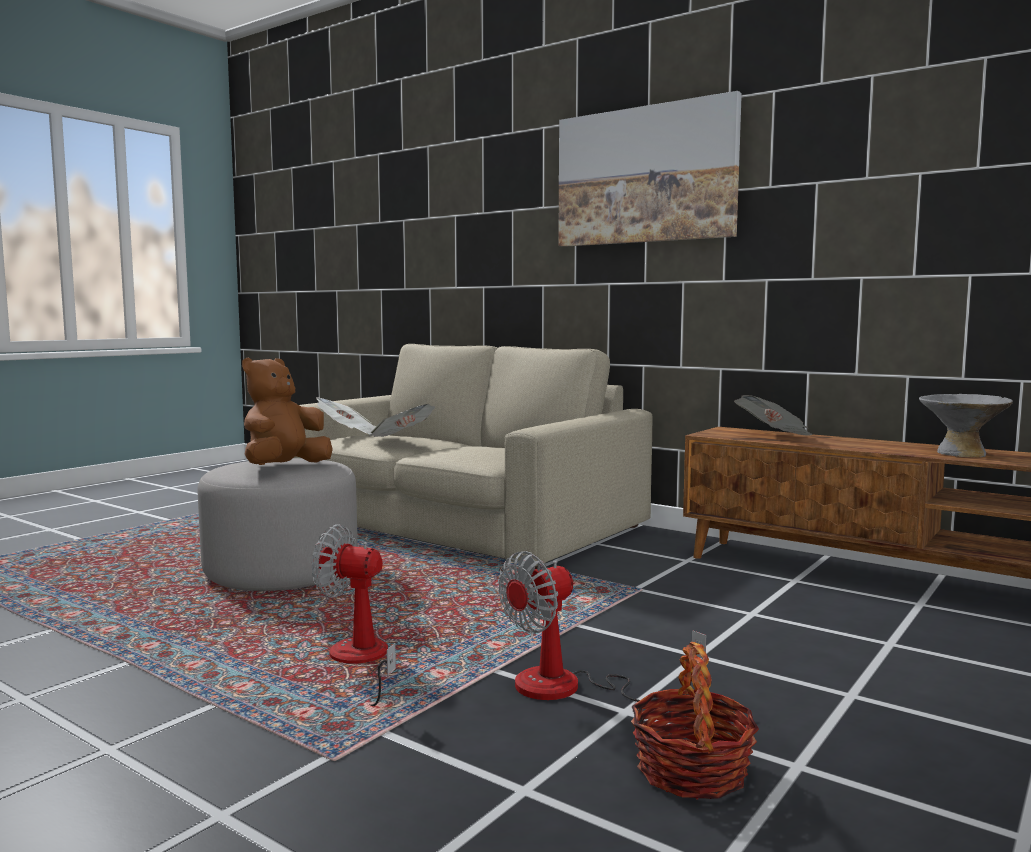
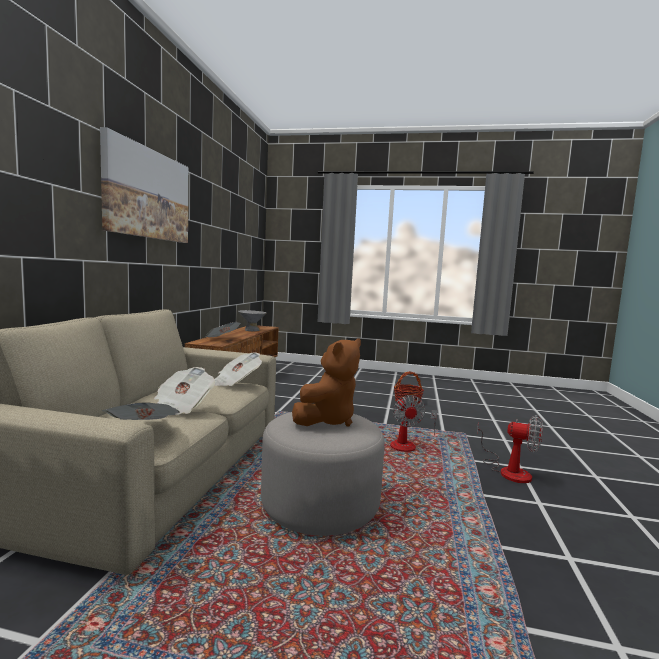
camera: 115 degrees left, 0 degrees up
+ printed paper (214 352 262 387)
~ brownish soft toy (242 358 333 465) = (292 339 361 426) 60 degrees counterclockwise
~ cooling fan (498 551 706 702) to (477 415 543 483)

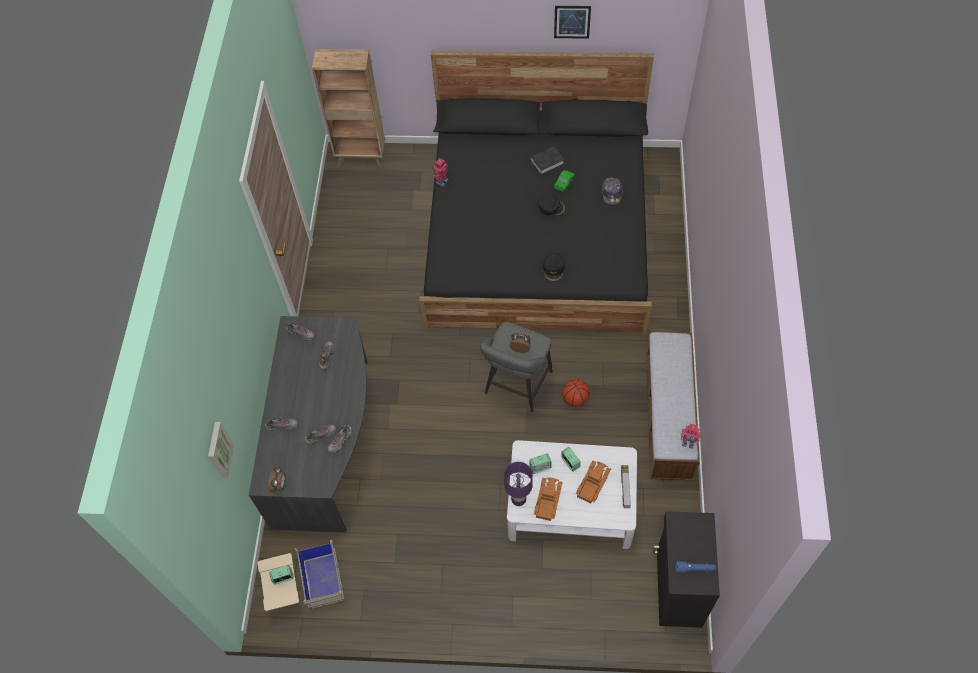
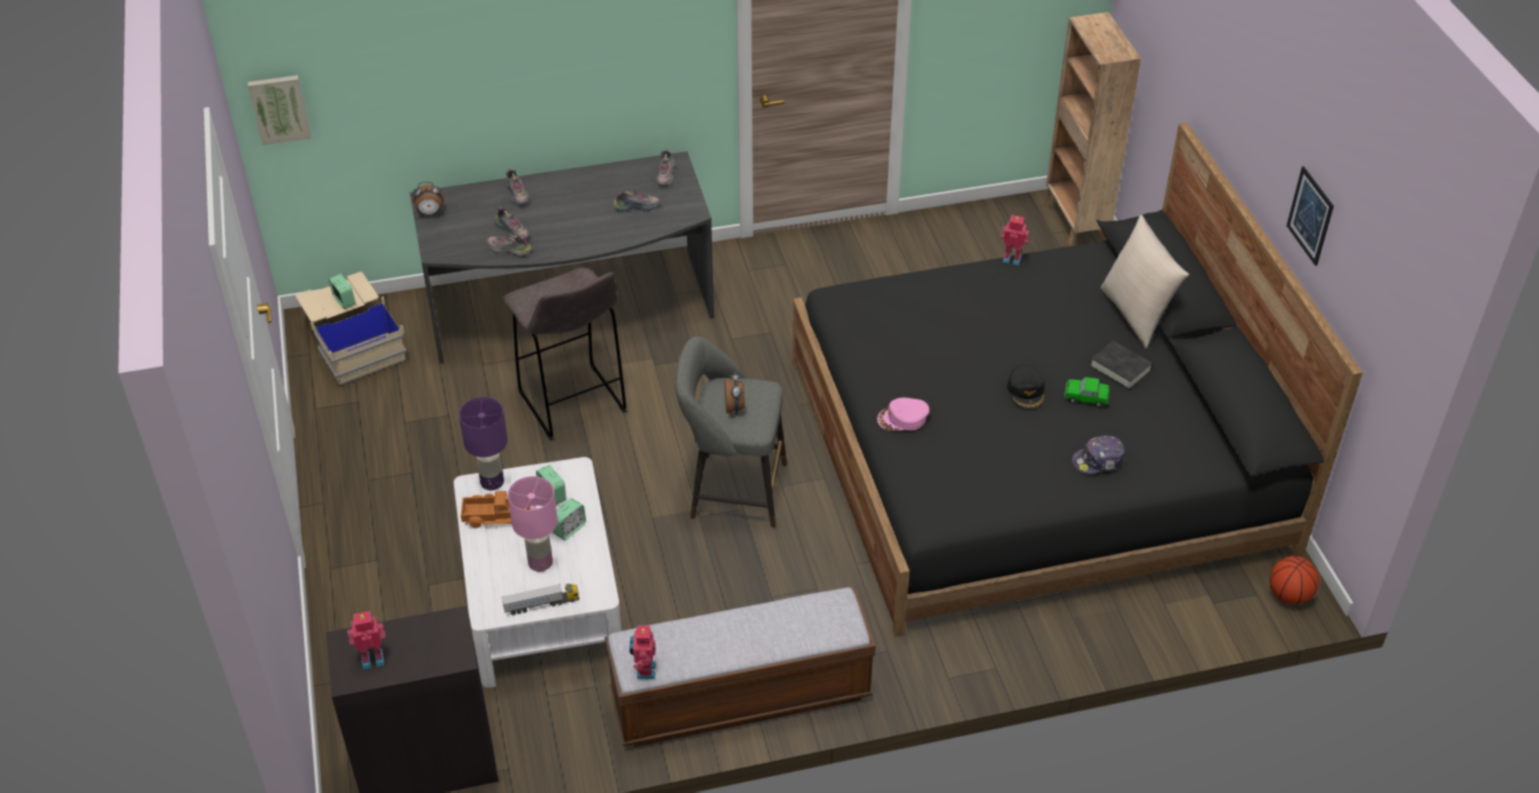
camera: 70 degrees right, 15 degrees down
~ wall art (208 422 234 478) to (248 75 311 145)
~ bluish flashlight (675 561 716 573) to toy robot (347 611 385 669)
+ grey sitting stool (502 268 627 440)
~ toy truck (576 461 611 504) to pink lamp for a table (508 476 558 572)
~ blackish baseball cap (543 253 565 282) to pink baseball cap (877 398 929 431)
+ beige-coloured throw pillow (1101 215 1189 349)
~ basketball (562 379 589 406) to (1270 556 1319 604)

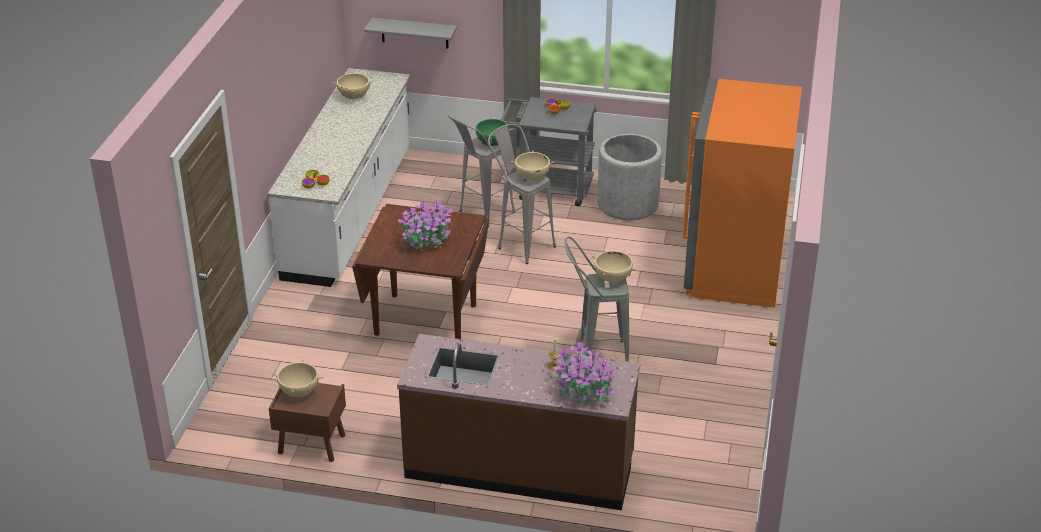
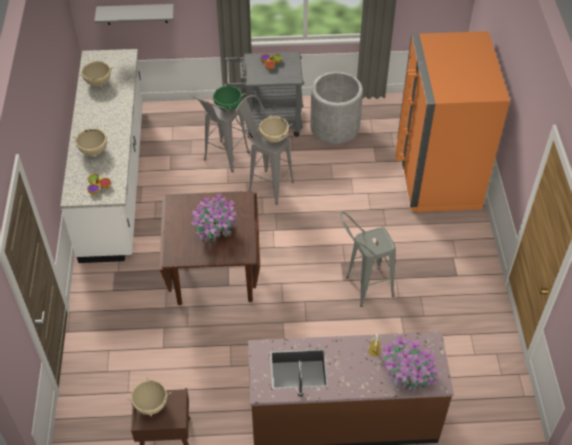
camera: 15 degrees left, 15 degrees up
~ beige-coloured saucepot (592 250 636 283) to (73 126 109 156)

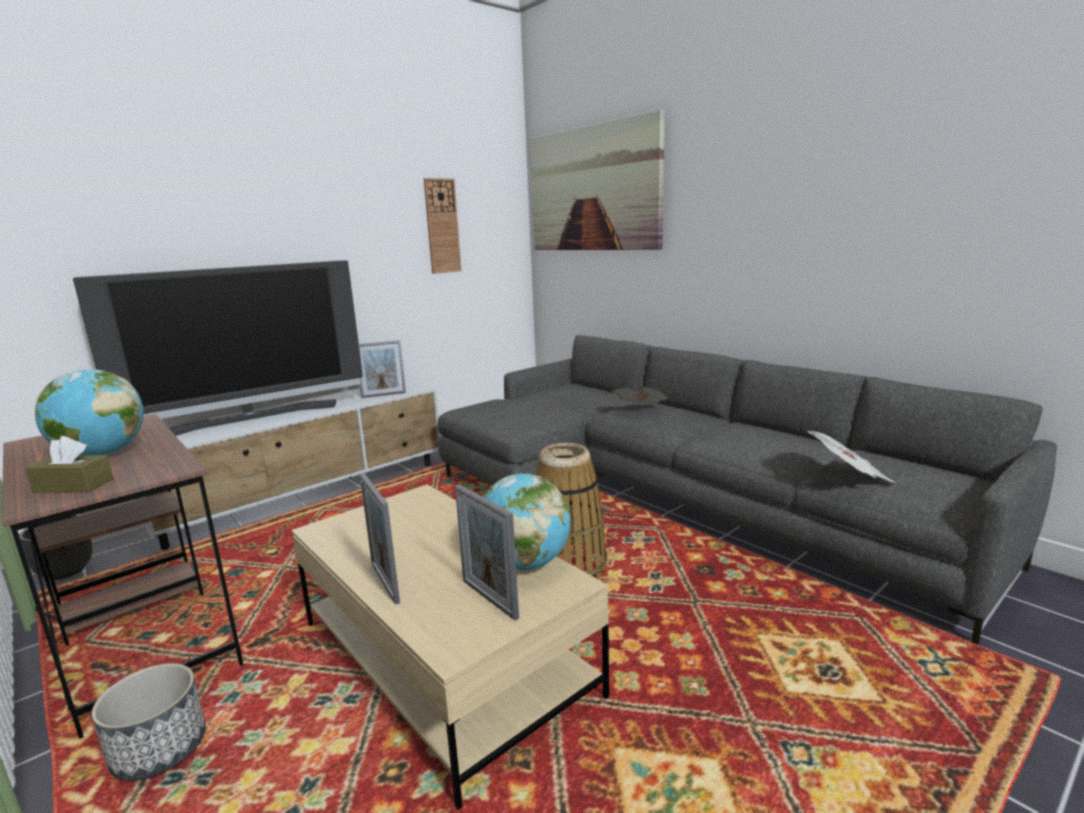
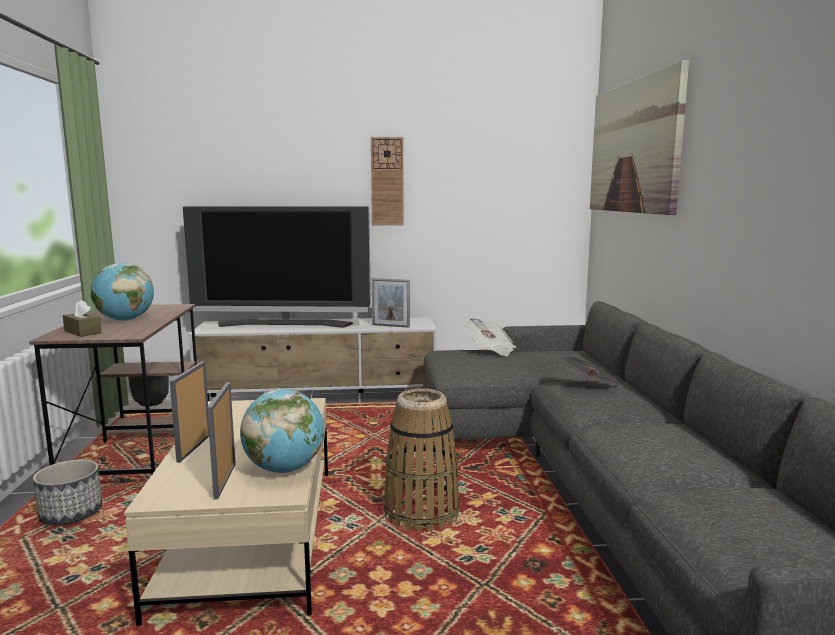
camera: 35 degrees right, 5 degrees down
~ hanging clock (424 178 462 274) to (371 137 404 226)
~ printed paper (807 431 896 483) to (465 318 516 356)

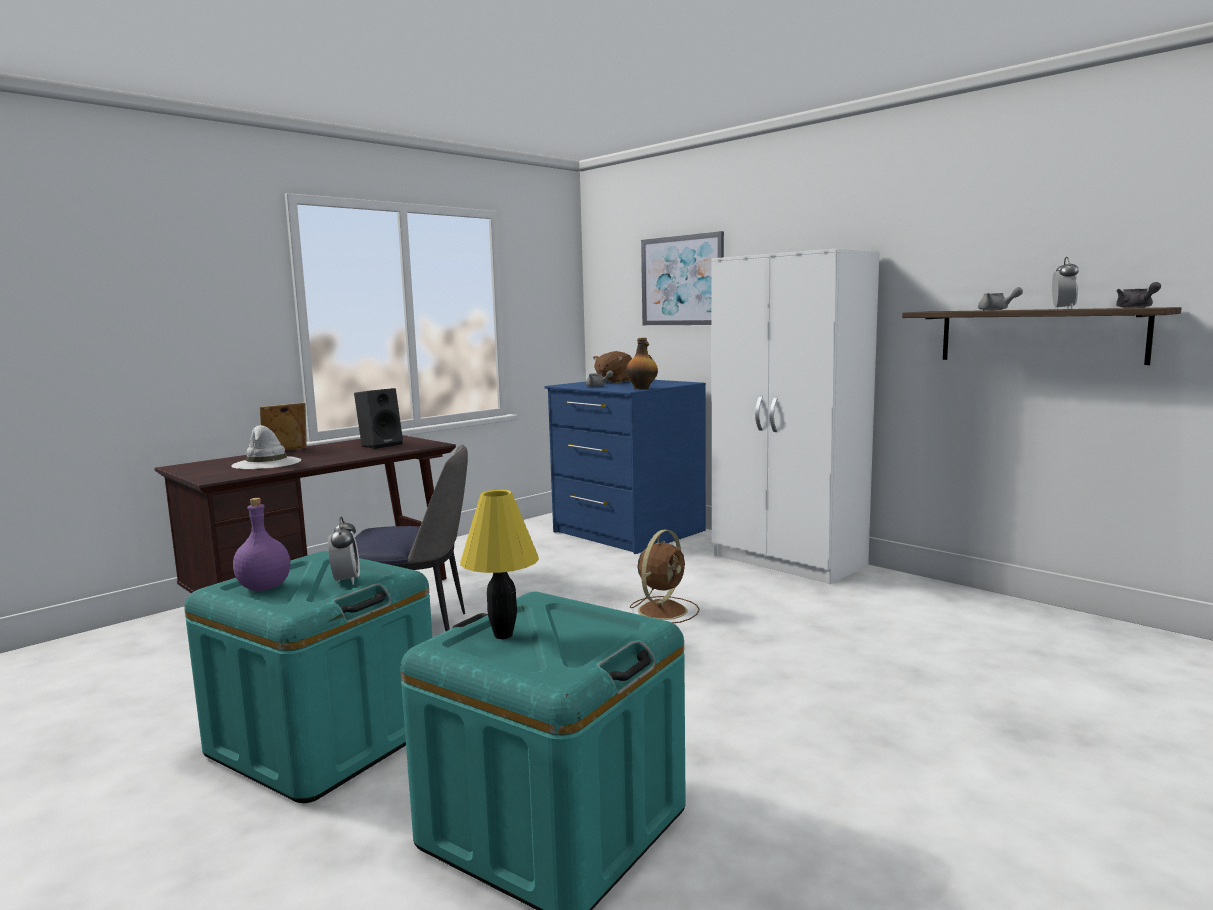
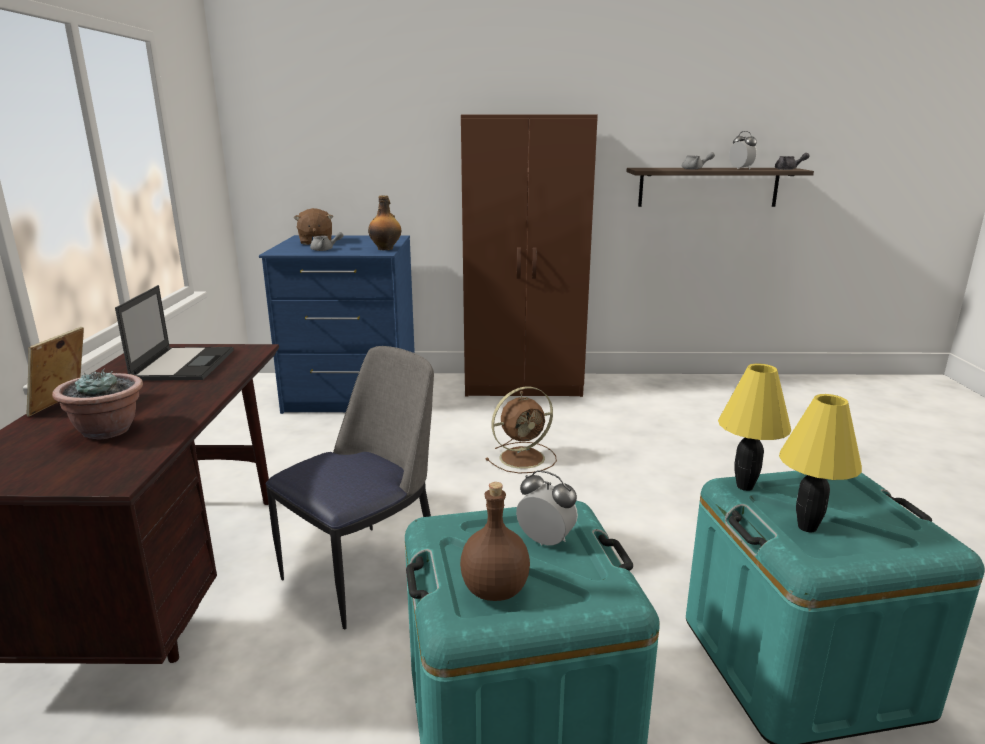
camera: 45 degrees left, 10 degrees up
~ whitish wearable hat (231 425 302 469) to plant in a pot (52 370 143 439)
~ blackish loudspeaker (354 388 403 449) to portable computer (115 285 233 381)
~ purplish drink bottle (233 498 291 591) to brownish drink bottle (460 482 530 601)
~ whitish armoire (711 249 879 584) to brownish armoire (461 115 598 397)
~ brownish cooling fan (630 530 700 623) = (485 387 557 473) 75 degrees clockwise
+ yellow-coloured lamp for a table (718 364 791 491)
- wall art (641 231 724 325)

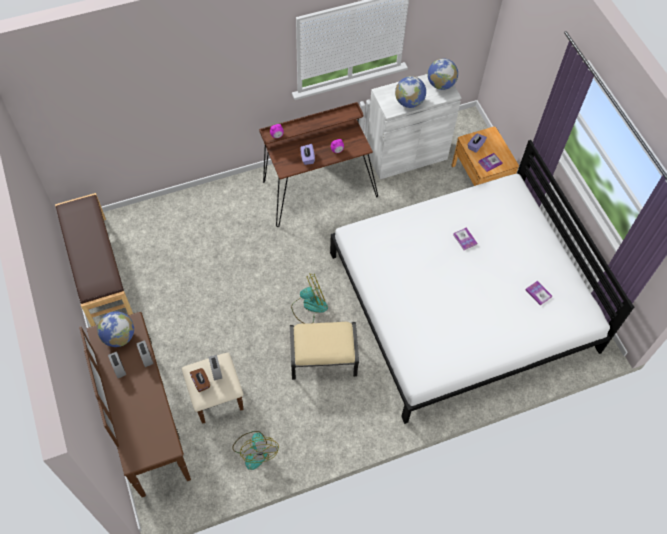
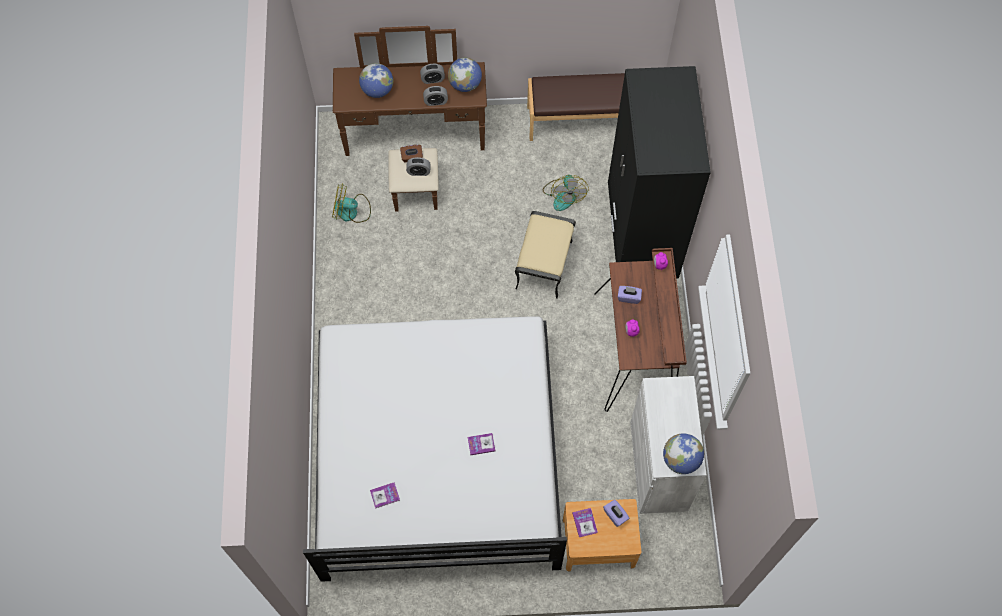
camera: 110 degrees right, 5 degrees up
~ world globe (395 76 426 108) to (359 63 393 98)
~ beige-coloured ottoman (290 322 359 380) to (515 211 576 299)
~ cooling fan (291 273 328 324) to (543 175 589 211)
+ blackish armoire (608 66 711 279)

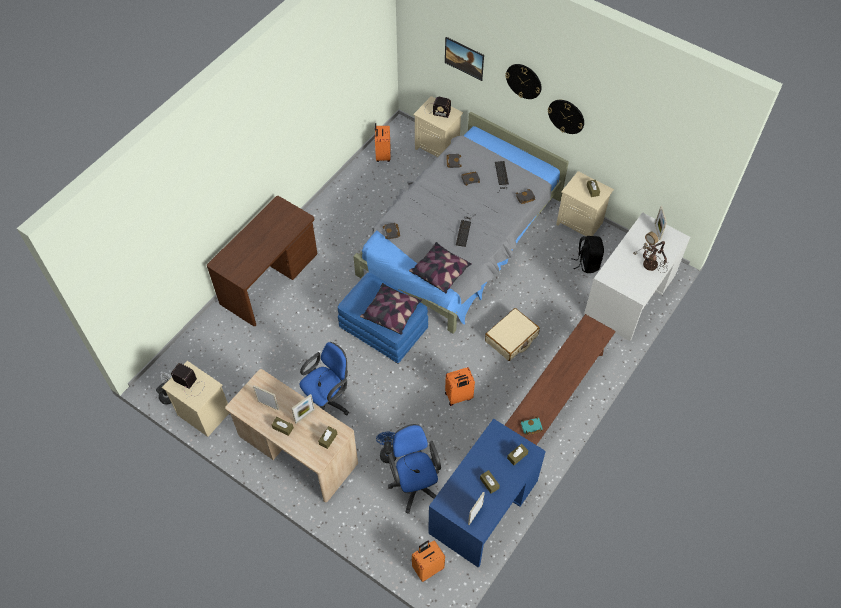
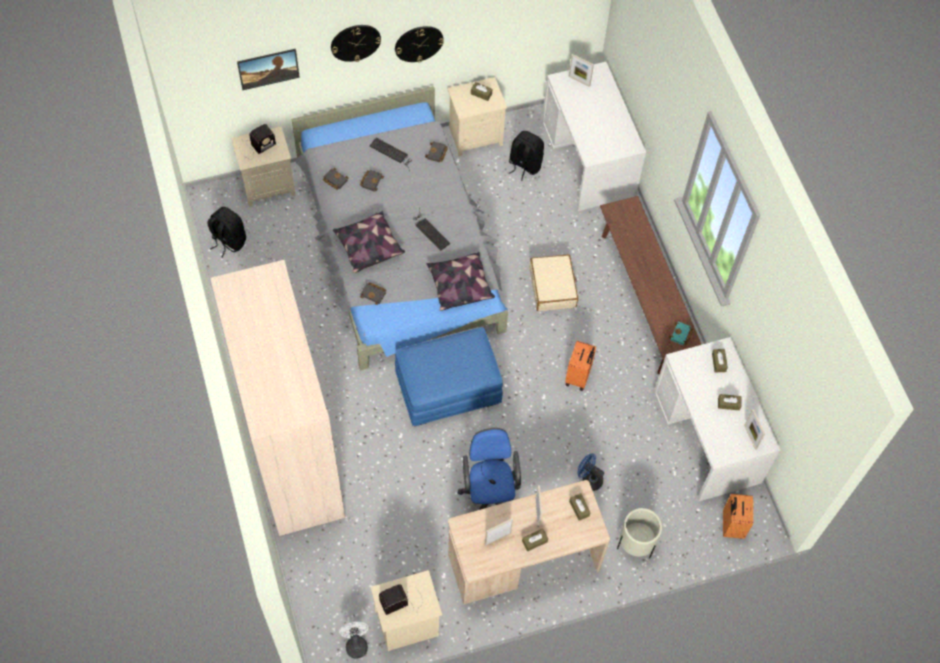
camera: 55 degrees left, 5 degrees up
~ orange-coloured suitcase (375 123 390 162) to blackish backpack (208 207 246 258)
~ brownish desk unit (207 196 317 326) to beige-coloured armoire (210 260 345 536)
~ throw pillow (360 283 422 335) to (333 211 405 273)
+ beige-coloured flower pot (617 508 662 559)
~ bluish desk unit (428 418 546 568) to whitish desk unit (654 337 780 502)
- bluish office chair (388 424 441 514)
- lamp for a table (633 231 668 273)

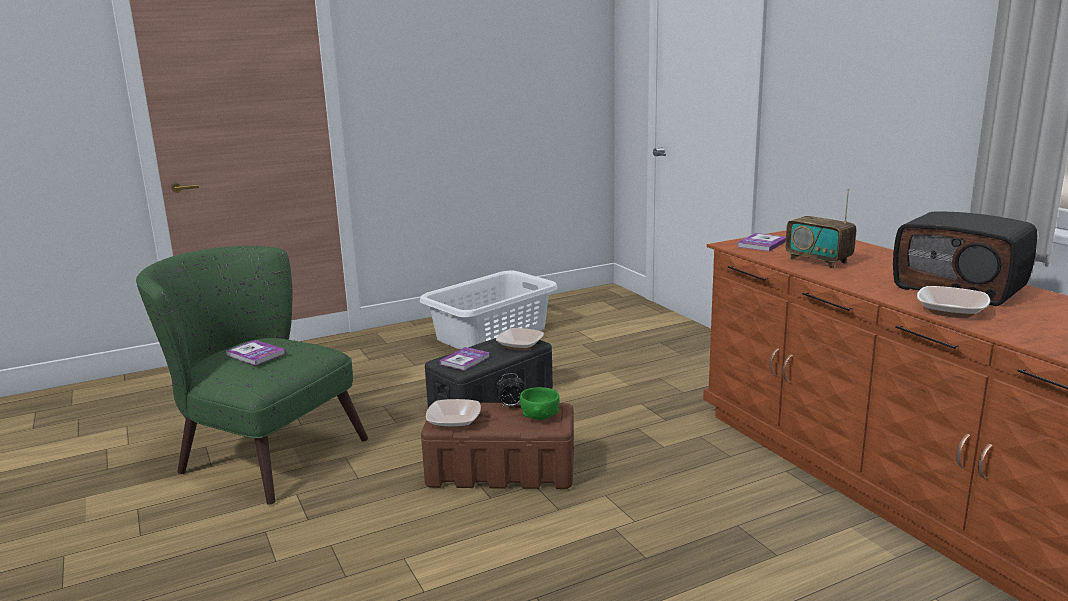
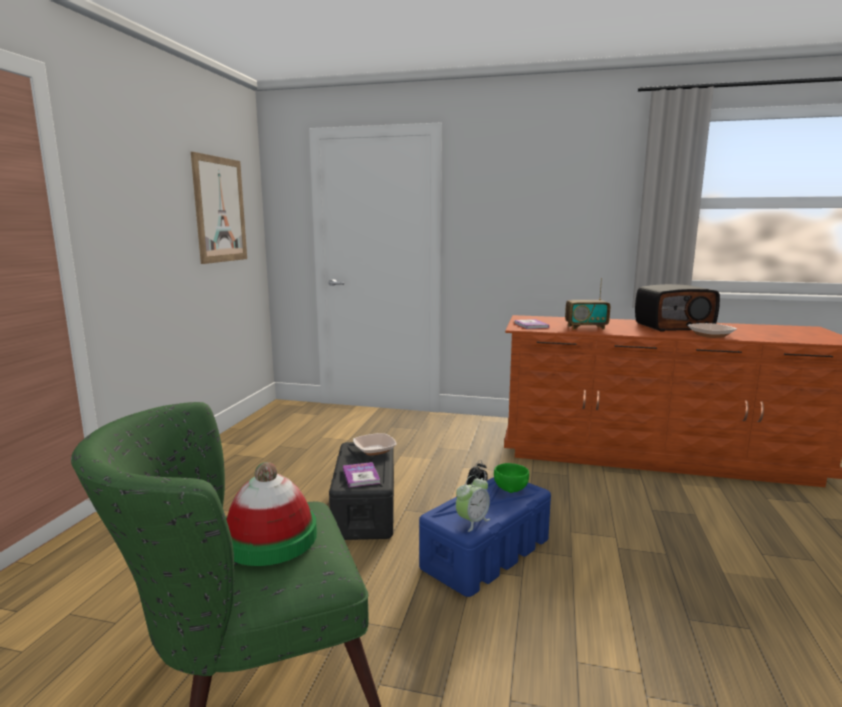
camera: 50 degrees left, 5 degrees down
+ wall art (191 152 247 264)
~ volume (226 340 286 365) to wearable hat (227 462 317 566)
~ brownish storage container (421 403 574 489) to bluish storage container (419 477 551 597)
~ serving bowl (426 399 481 429) to bedside clock (456 475 490 532)
- whitish washing basket (420 271 558 350)

